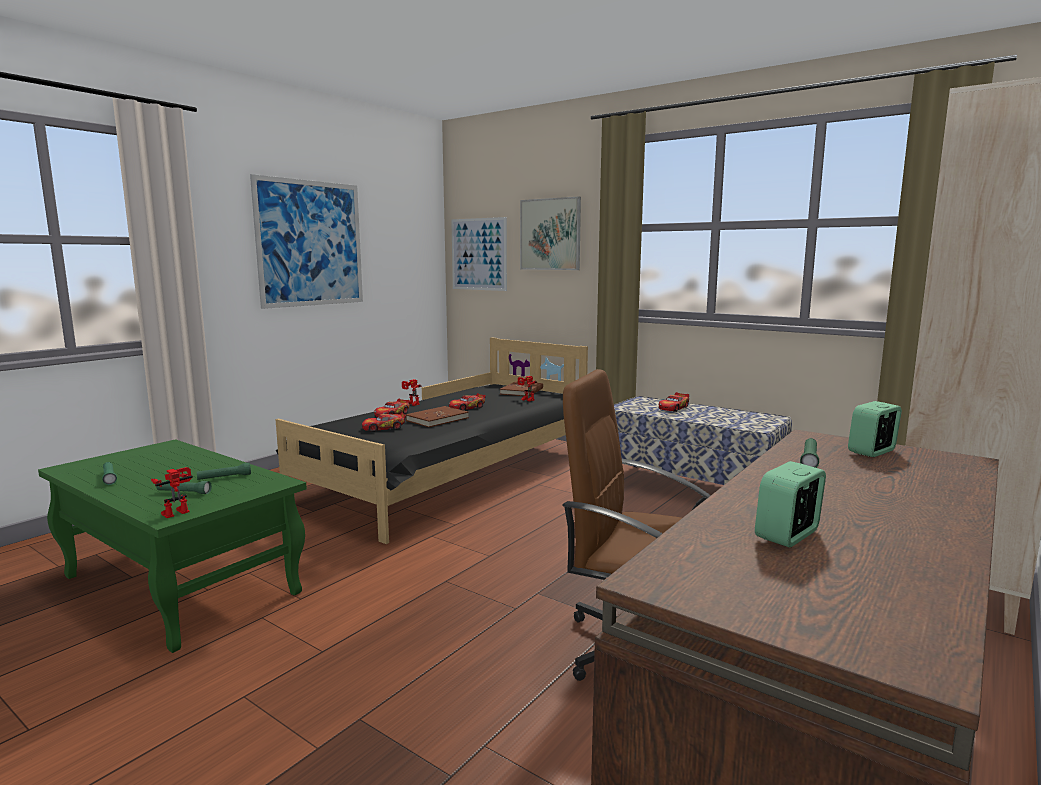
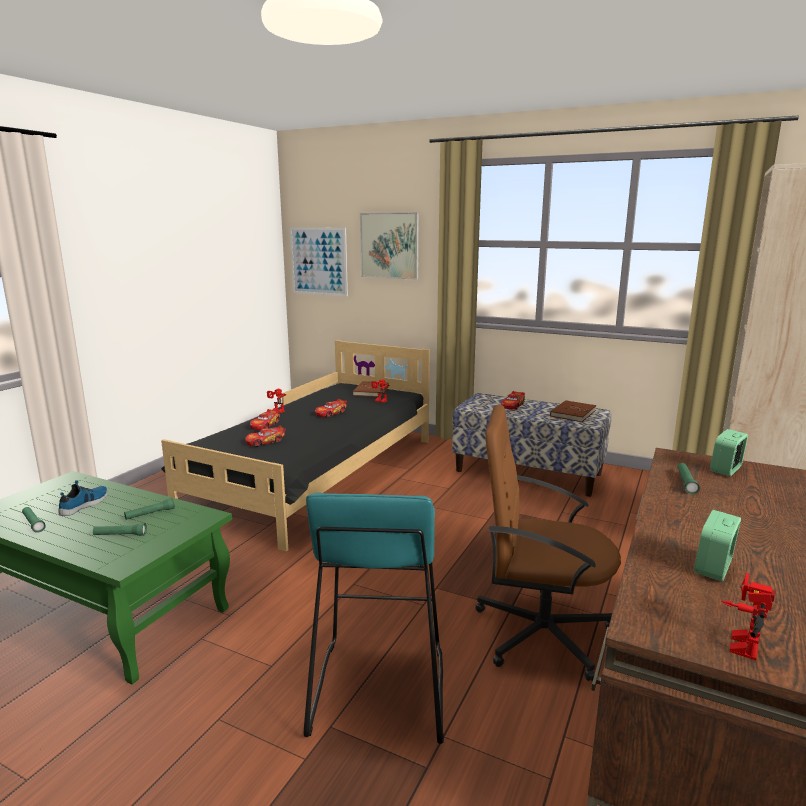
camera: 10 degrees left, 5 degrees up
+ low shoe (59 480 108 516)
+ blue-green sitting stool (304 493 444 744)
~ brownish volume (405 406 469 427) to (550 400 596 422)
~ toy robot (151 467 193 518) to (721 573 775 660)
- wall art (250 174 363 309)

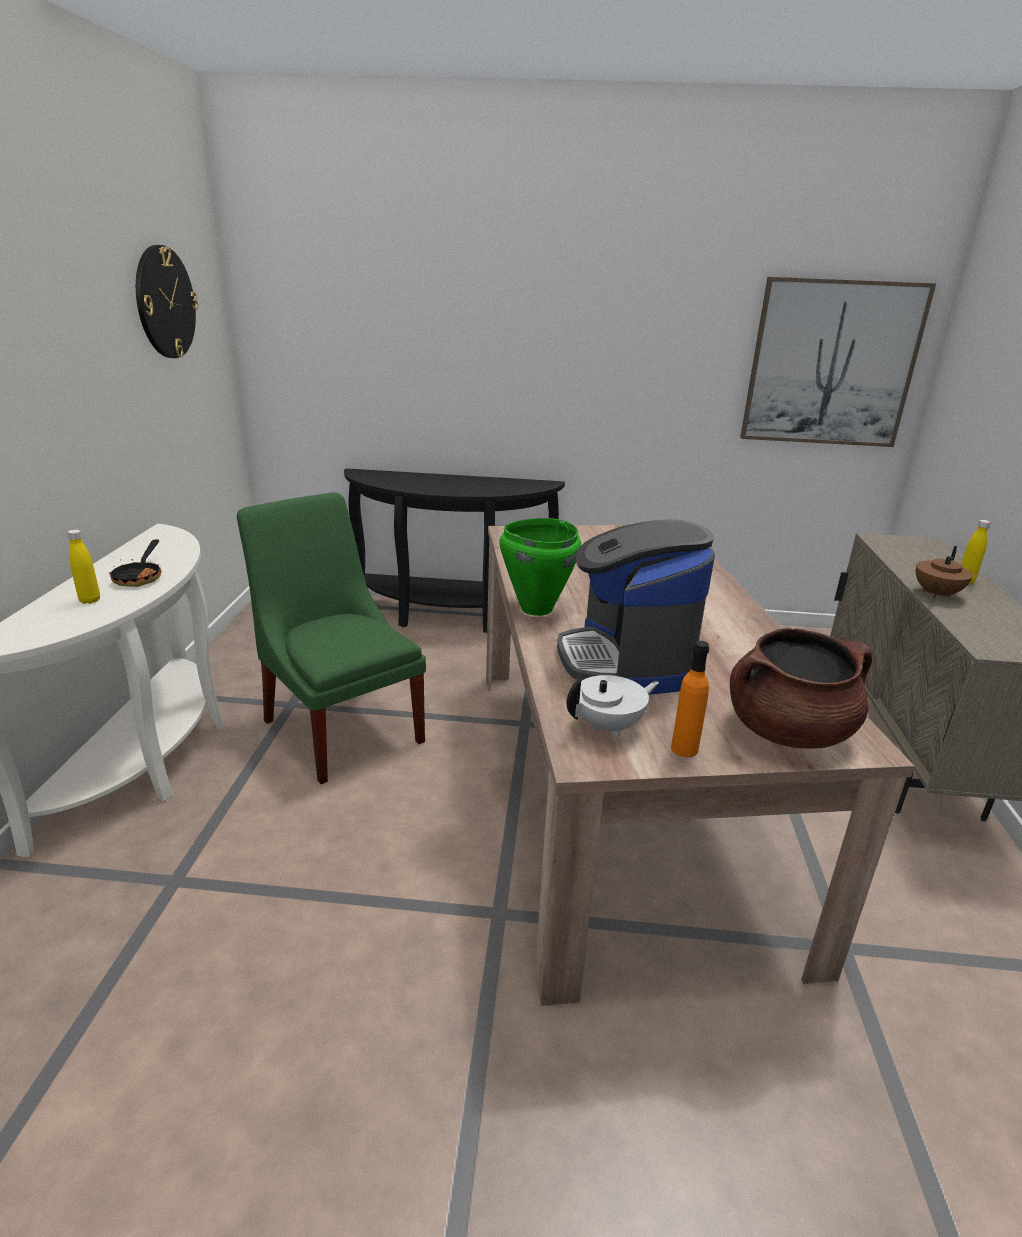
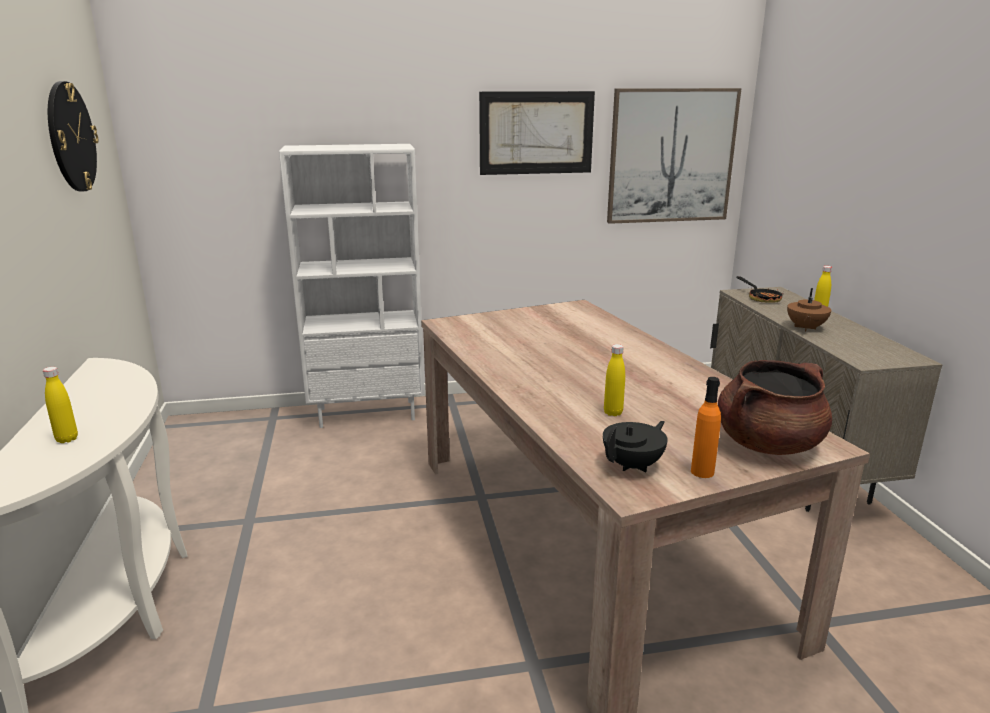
camera: 15 degrees left, 5 degrees down
~ blackish hall table (344 468 565 633) to whitish bookshelf (279 144 424 428)
+ wall art (479 91 595 175)
~ whitish teapot (566 675 659 737) to blackish teapot (603 421 668 472)
~ coffee maker (557 519 715 695) to yellow-coloured drink bottle (604 344 625 416)
~ frying pan (109 539 162 587) to (736 276 784 303)
- greenish plain chair (237 492 426 784)
- greenish saucepot (499 518 581 616)

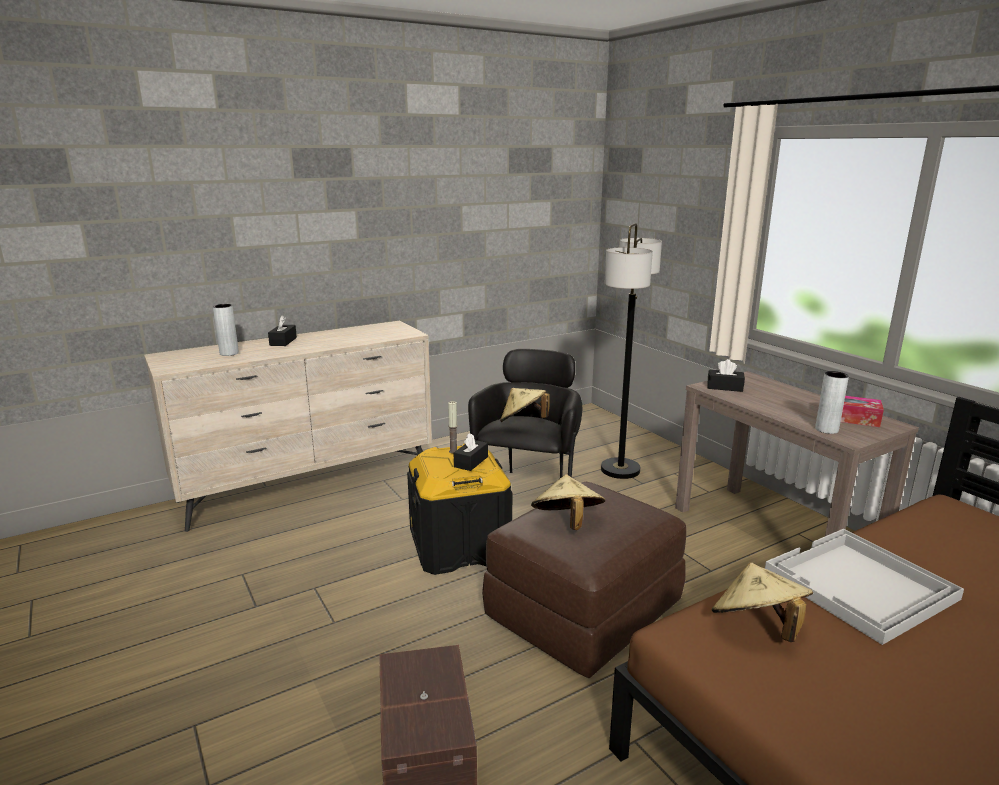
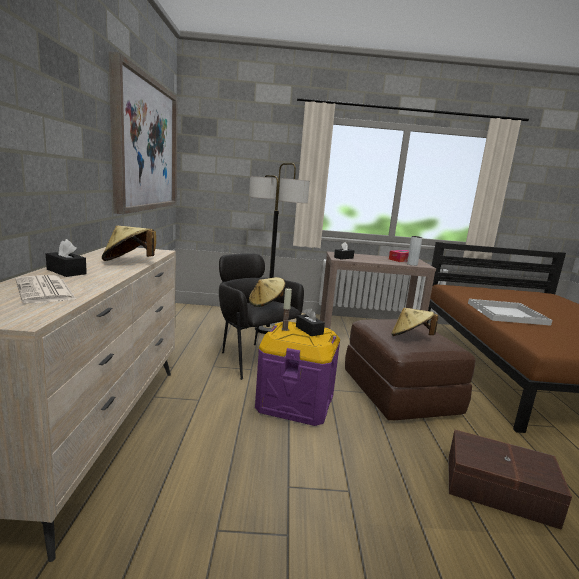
camera: 60 degrees left, 5 degrees down
~ grey flower vase (213 304 239 356) to printed paper (16 275 77 303)
~ beige-coloured wearable hat (712 563 813 642) to (102 226 156 261)
+ wall art (108 51 178 214)
~ blackish storage container (407 444 512 575) to purplish storage container (255 321 340 426)

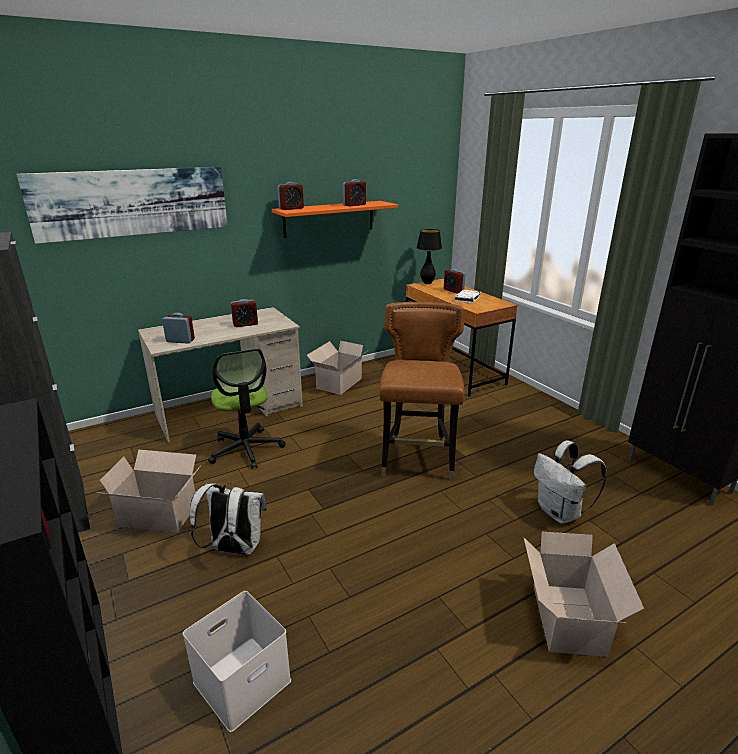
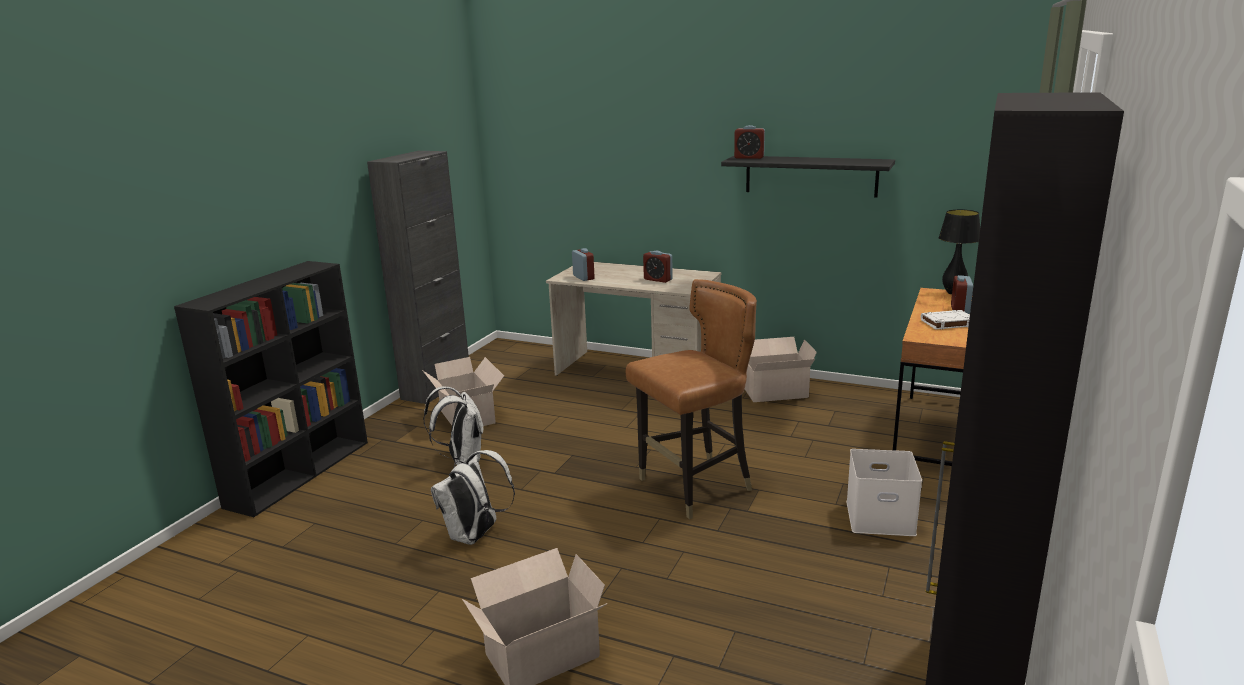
camera: 55 degrees right, 5 degrees down
~ whitish backpack (534 440 606 524) to (431 450 515 545)
~ orange-coloured wall shelf (272 201 398 238) to blackish wall shelf (721 156 895 198)
~ whitish storage container (183 591 291 732) to (846 449 922 536)
- wall art (16 167 228 244)
- office chair (208 349 285 469)
- bedside clock (343 179 366 206)

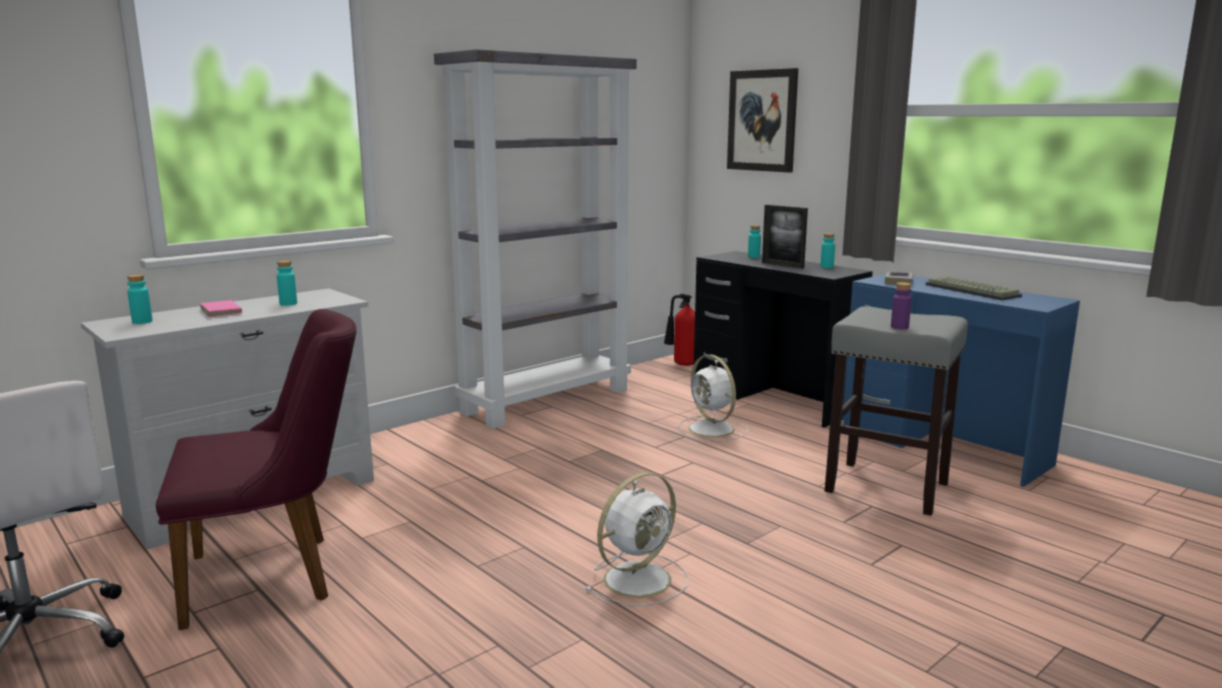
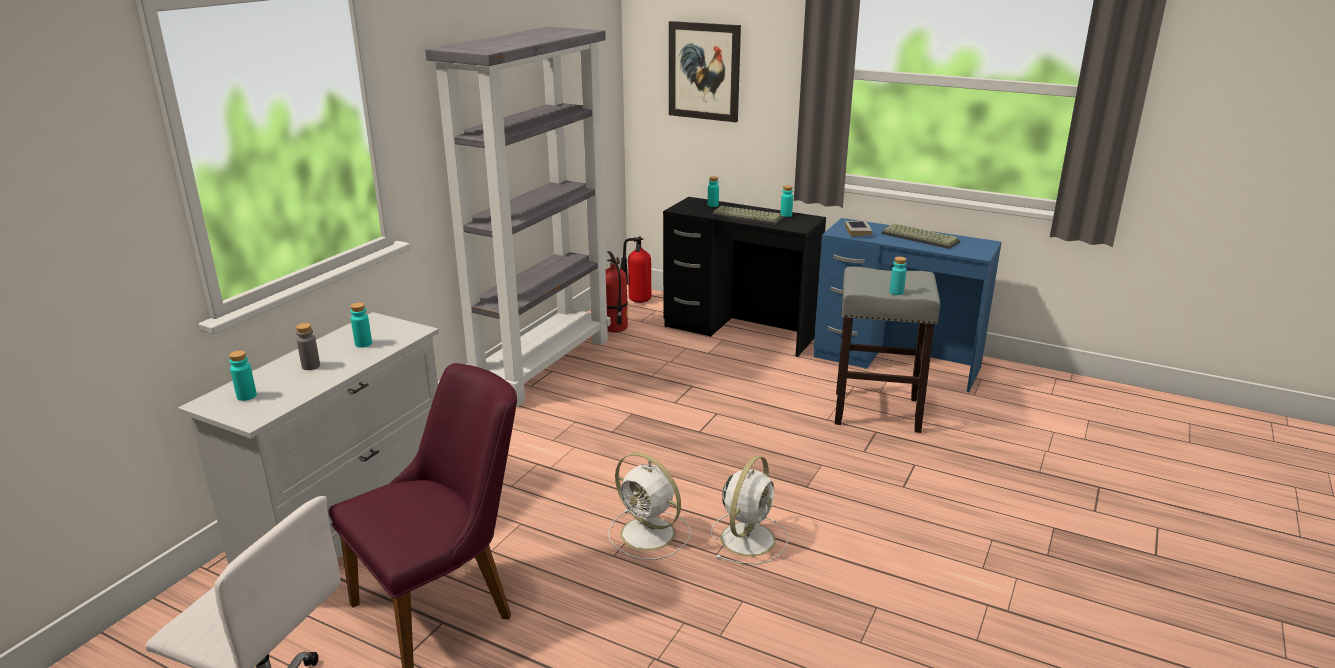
camera: 20 degrees left, 10 degrees up
~ pink volume (200 299 242 317) to grey drink bottle (296 323 320 370)
+ fire-fighting cylinder (606 251 628 332)
~ whitish cooling fan (678 354 748 442) to (608 453 691 560)
~ standing frame (762 205 808 269) to keyboard (711 206 784 225)
~ purplish drink bottle (891 282 912 330) to blue-green drink bottle (889 257 907 295)

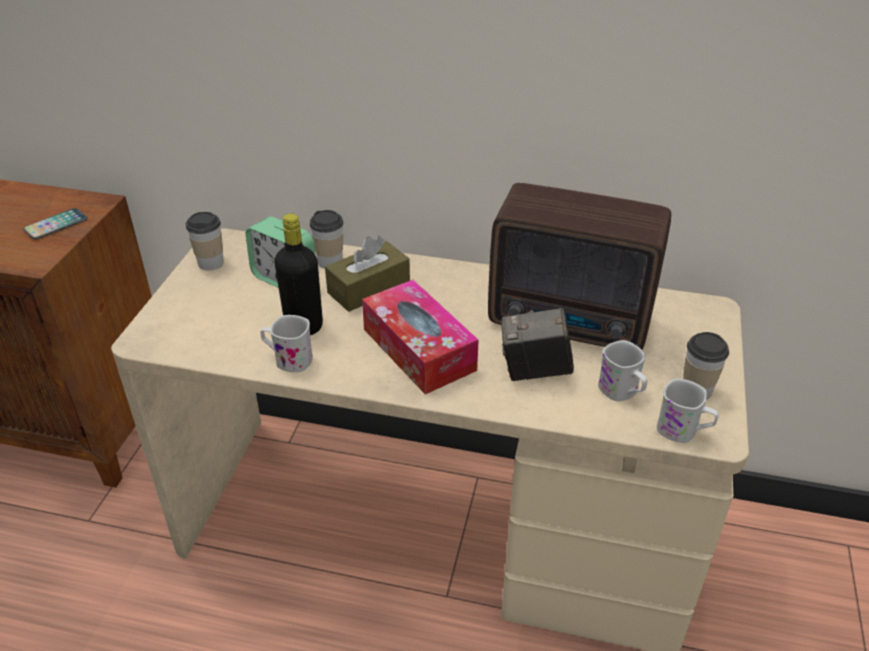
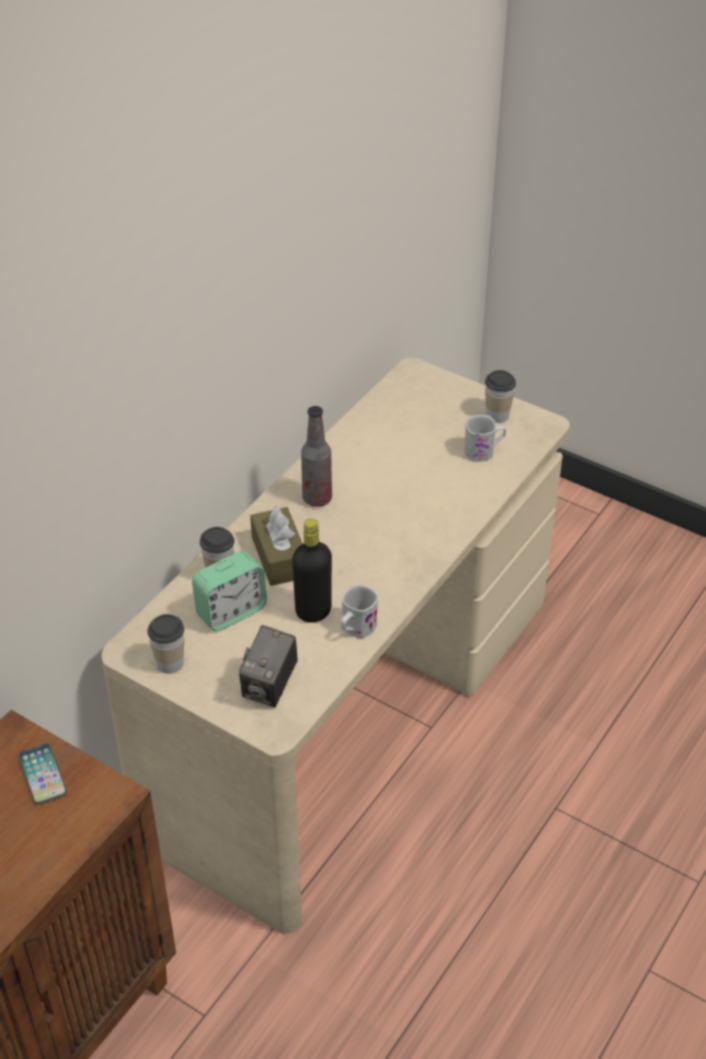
camera: 70 degrees left, 5 degrees up
~ still camera (501 308 574 381) to (239 625 298 708)
+ drink bottle (301 406 332 507)
- tissue box (362 280 479 394)
- radio (488 183 671 350)
- whitish tea mug (657 379 719 443)

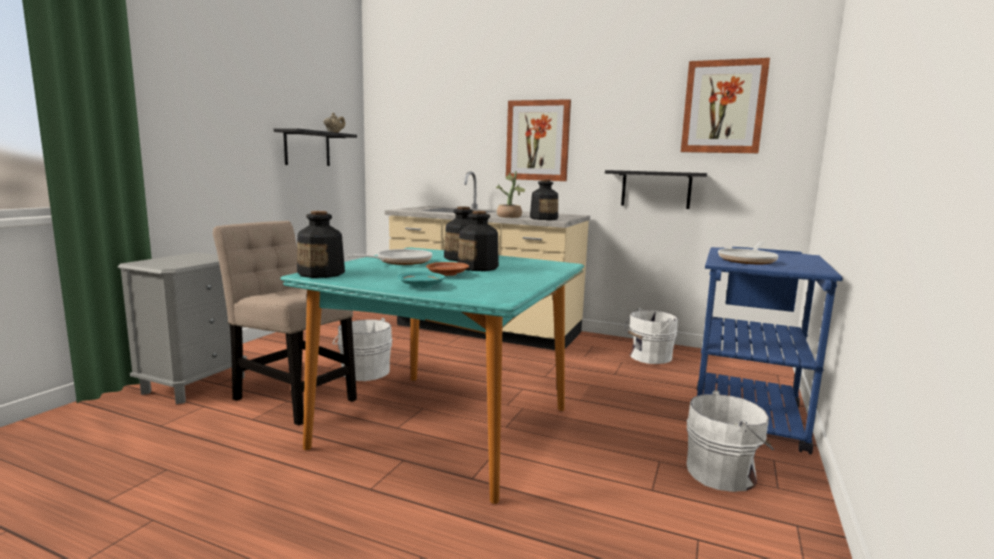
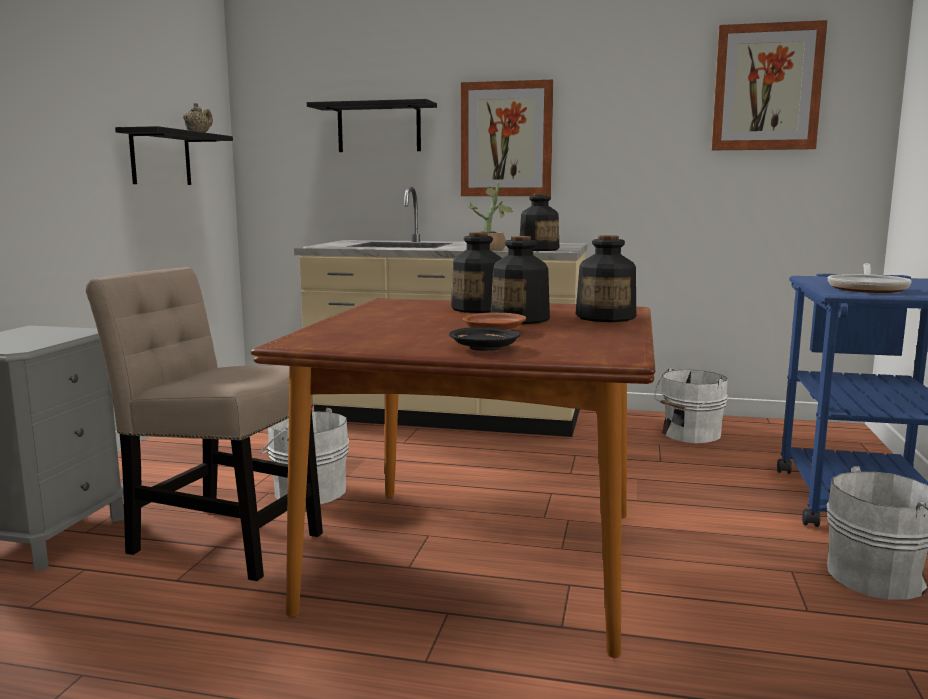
camera: 10 degrees left, 0 degrees up
~ blue-green dinner table (280 247 584 504) to brownish dinner table (251 299 655 658)
~ blackish wall shelf (605 170 707 209) to (307 99 437 152)
~ blue-green dinner plate (398 271 445 288) to blackish dinner plate (449 327 520 351)
~ drink bottle (297 211 345 278) to (576 235 636 322)
- frying pan (346 249 432 265)

